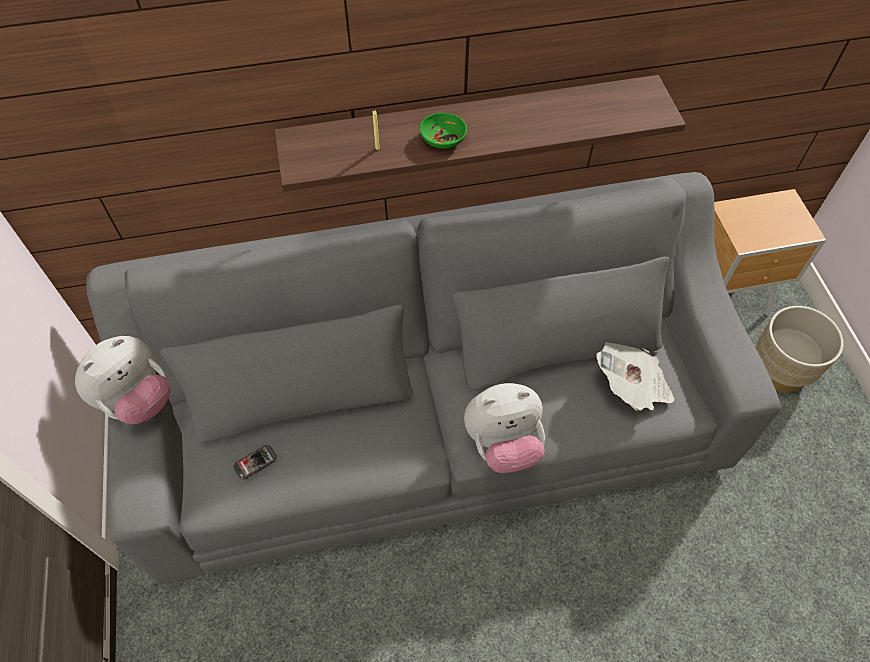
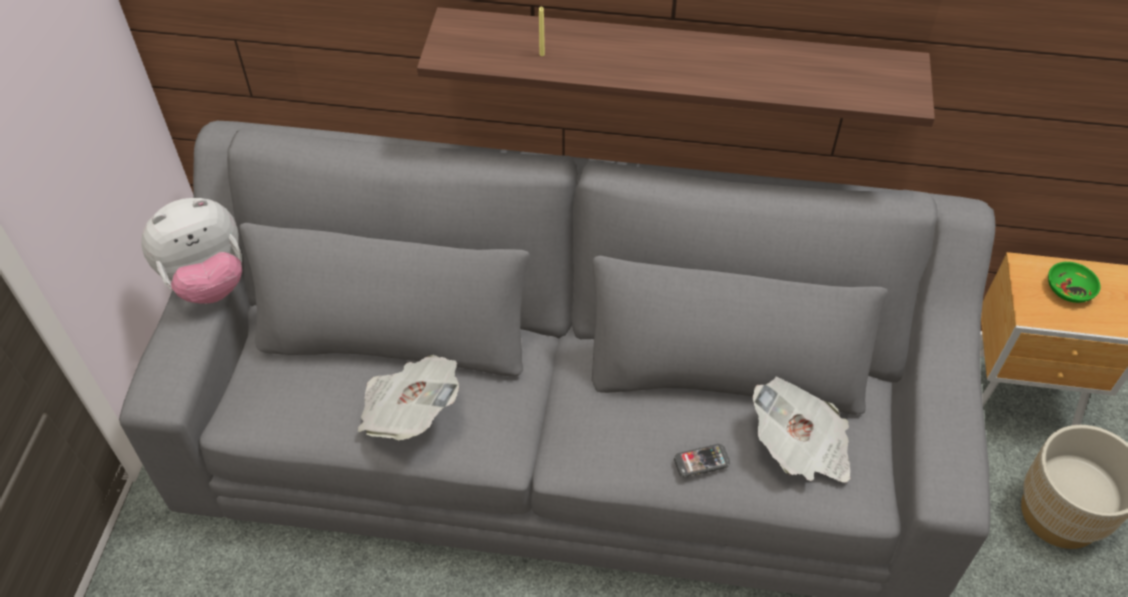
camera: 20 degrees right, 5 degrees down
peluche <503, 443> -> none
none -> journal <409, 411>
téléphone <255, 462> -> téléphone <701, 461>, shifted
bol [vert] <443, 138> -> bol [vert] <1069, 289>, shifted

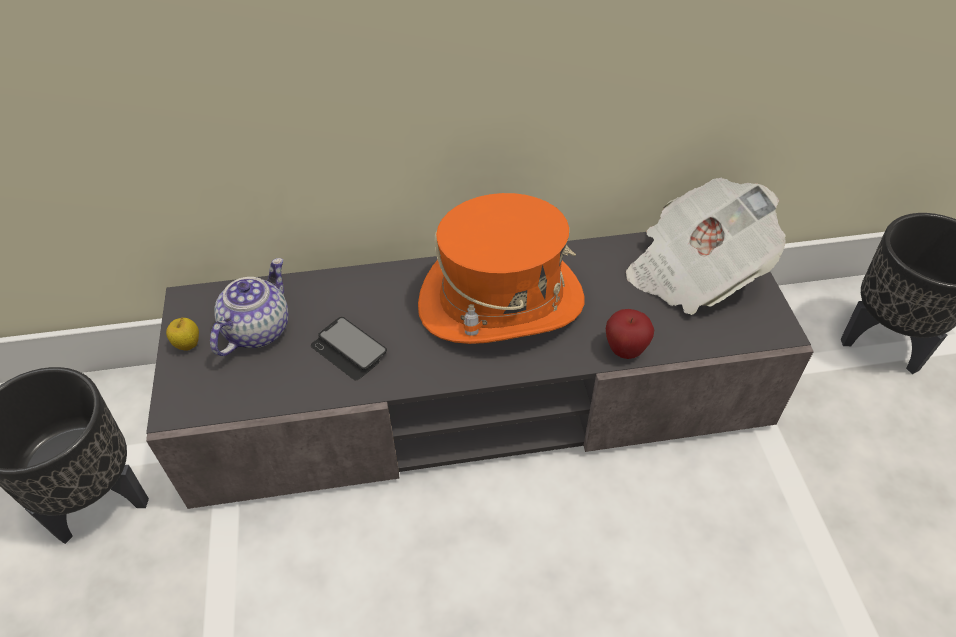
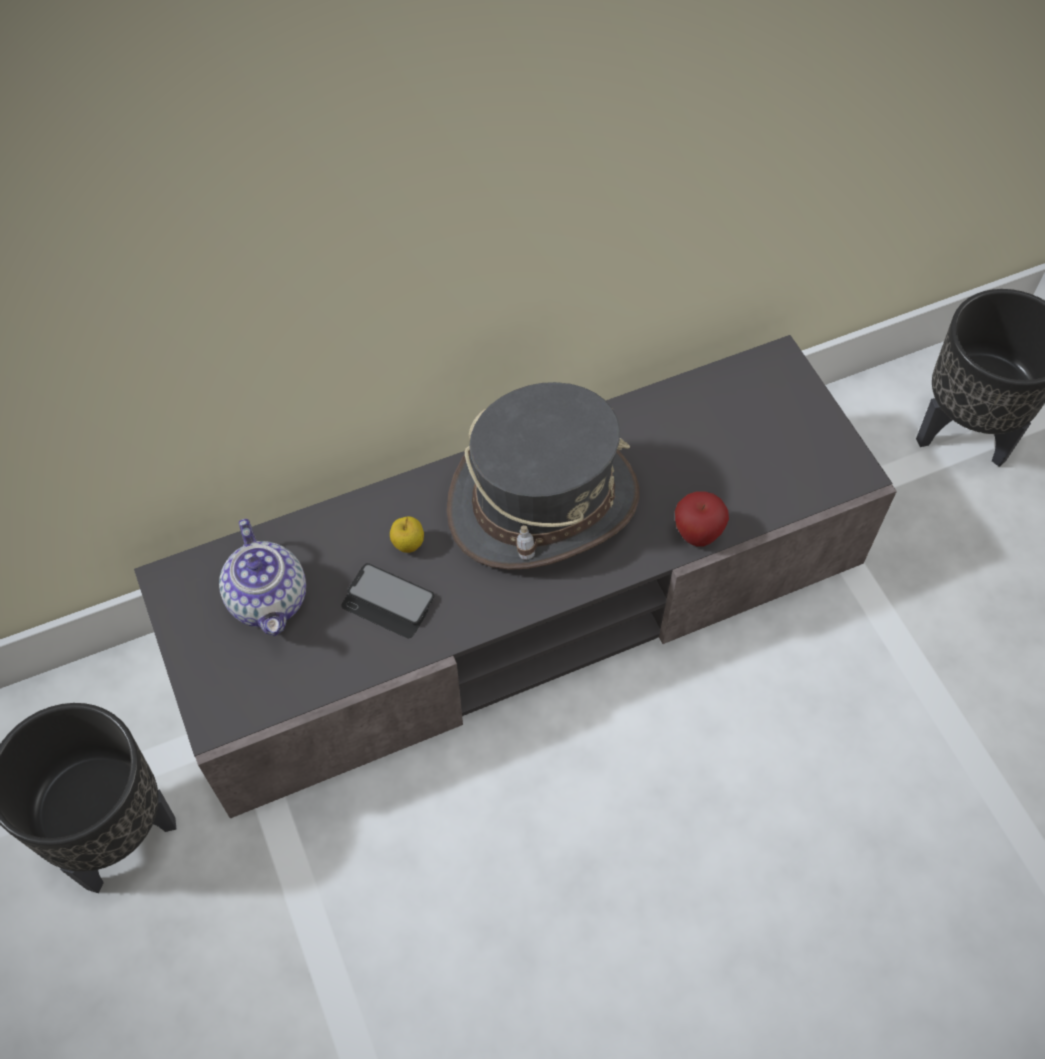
camera: 15 degrees left, 10 degrees up
journal <694, 271> -> none
pomme <188, 345> -> pomme <408, 545>, shifted
chapeau [orange] <501, 302> -> chapeau [gris] <543, 503>
théière <257, 329> -> théière <270, 600>, 150 degrees clockwise

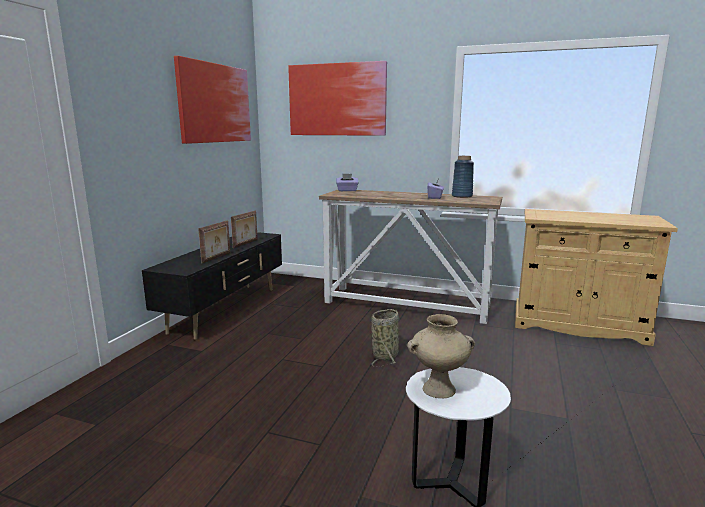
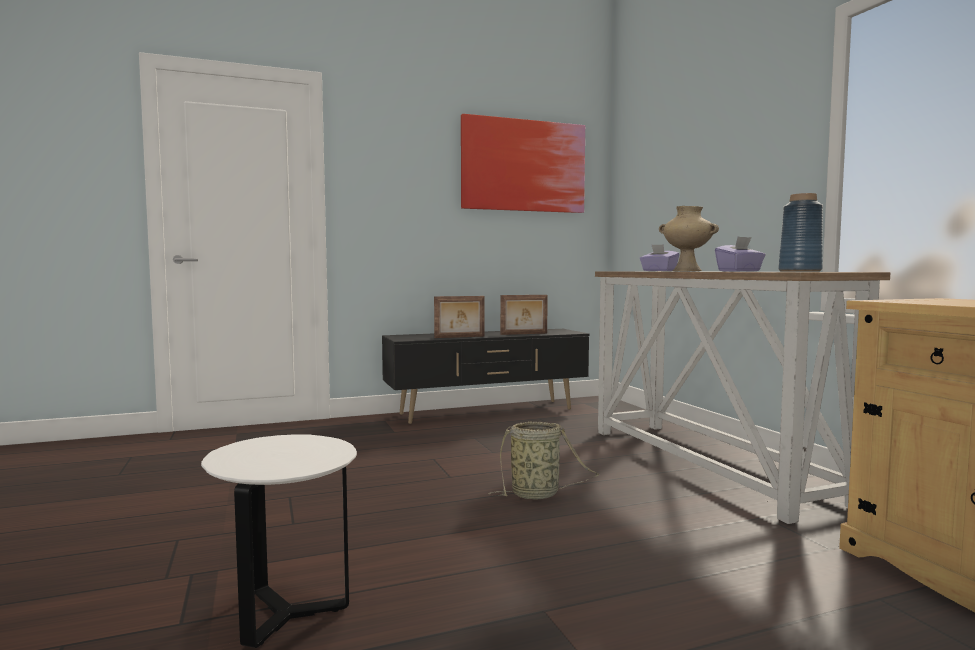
camera: 50 degrees right, 10 degrees down
tableau <337, 100> -> none
vase [beige] <439, 389> -> vase [beige] <687, 271>, shifted

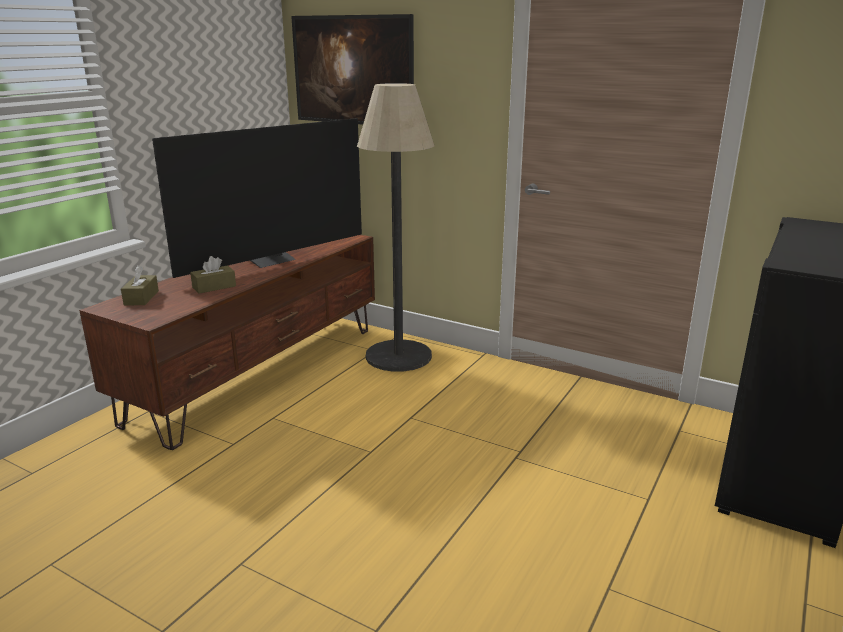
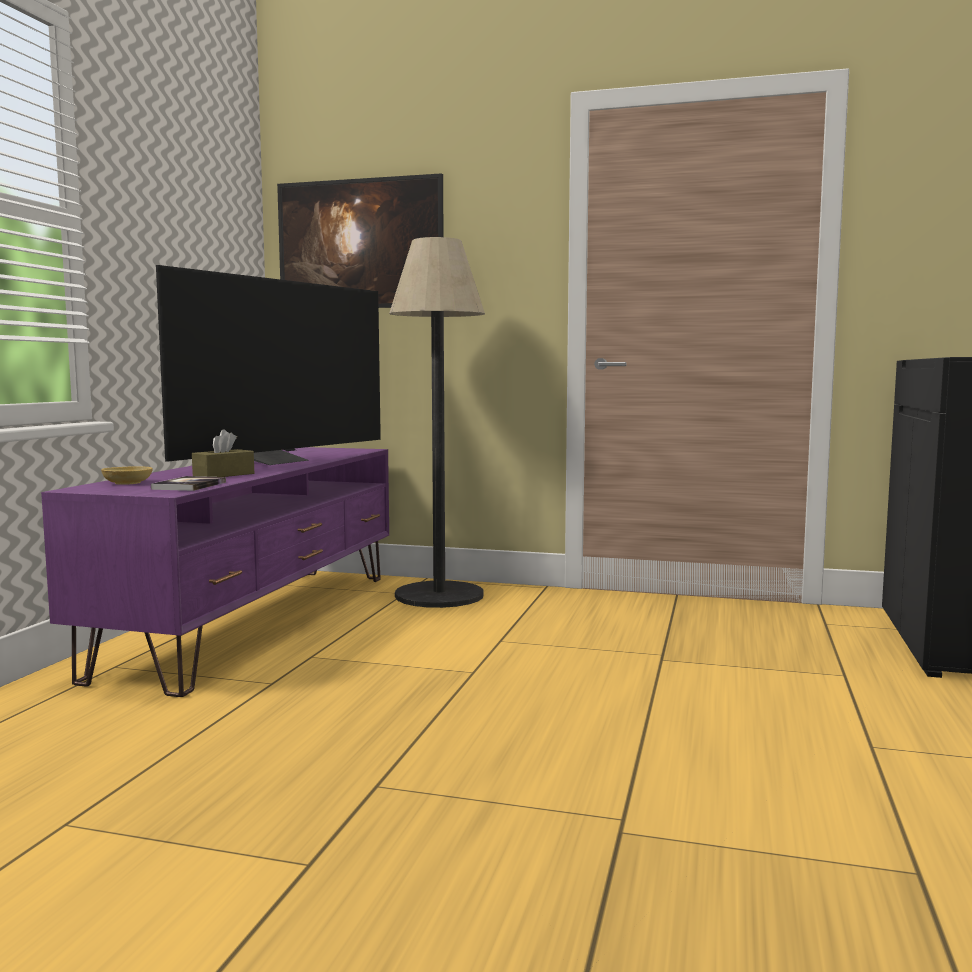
camera: 15 degrees left, 15 degrees down
none -> livre <189, 485>
boîte à mouchoirs [marron] <141, 298> -> bol [beige] <127, 483>
meuble télé [marron] <260, 372> -> meuble télé [violet] <258, 621>

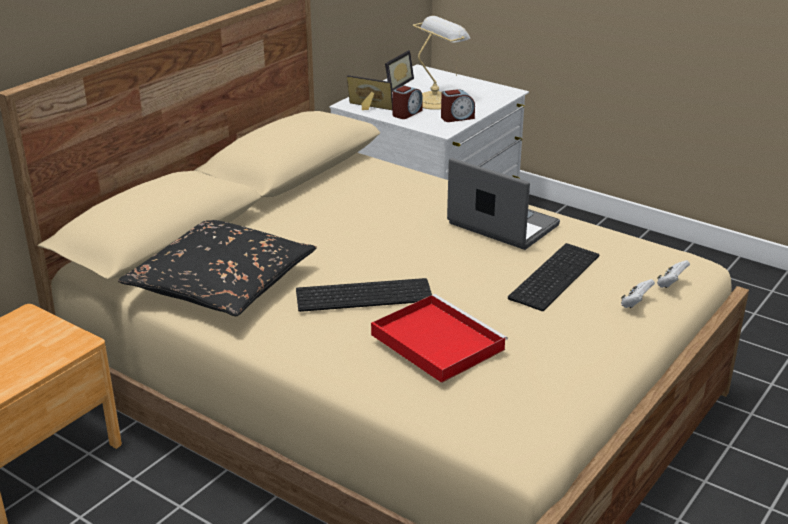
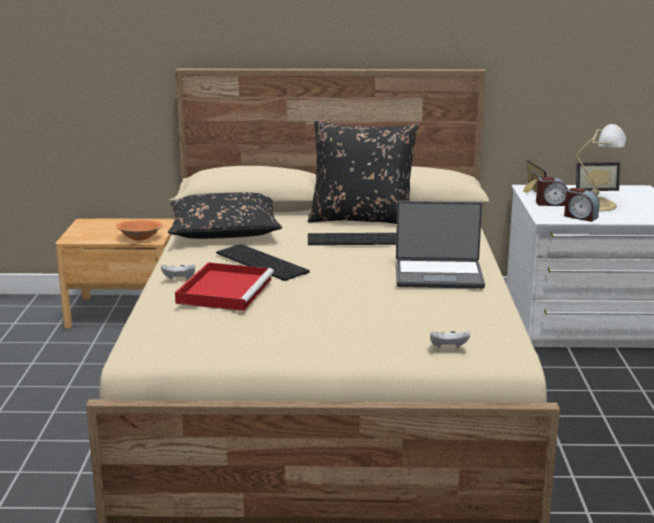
camera: 55 degrees right, 10 degrees down
none -> bol [orange] <140, 238>
none -> coussin [noir] <362, 219>
clavier <553, 275> -> clavier <359, 239>, shifted
manette [blanc] <635, 303> -> manette [blanc] <179, 279>, shifted
ordinateur portable <501, 225> -> ordinateur portable <438, 275>, 90 degrees clockwise

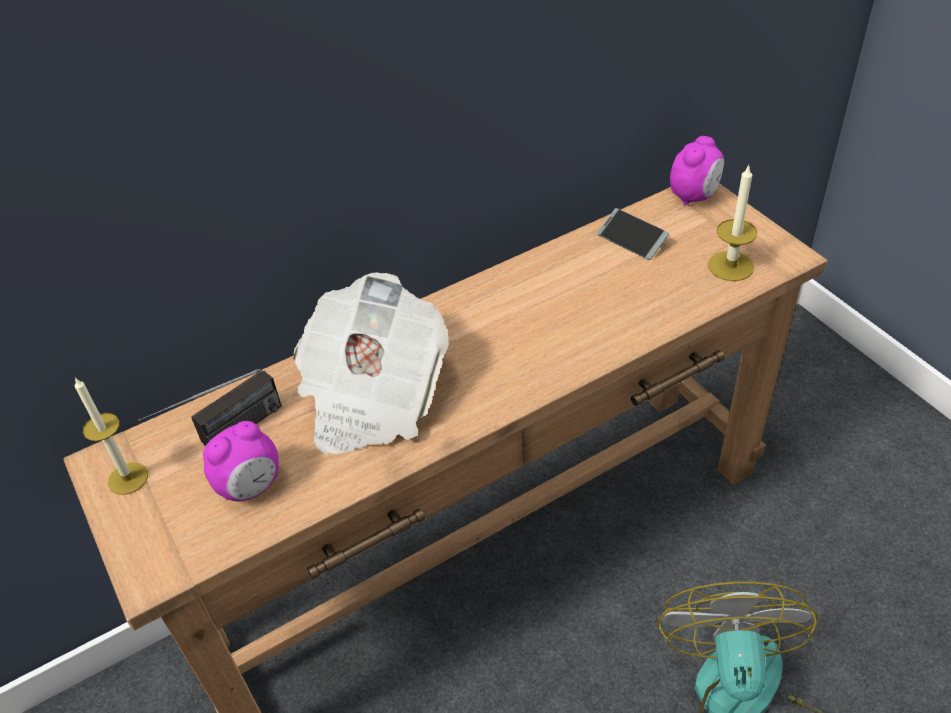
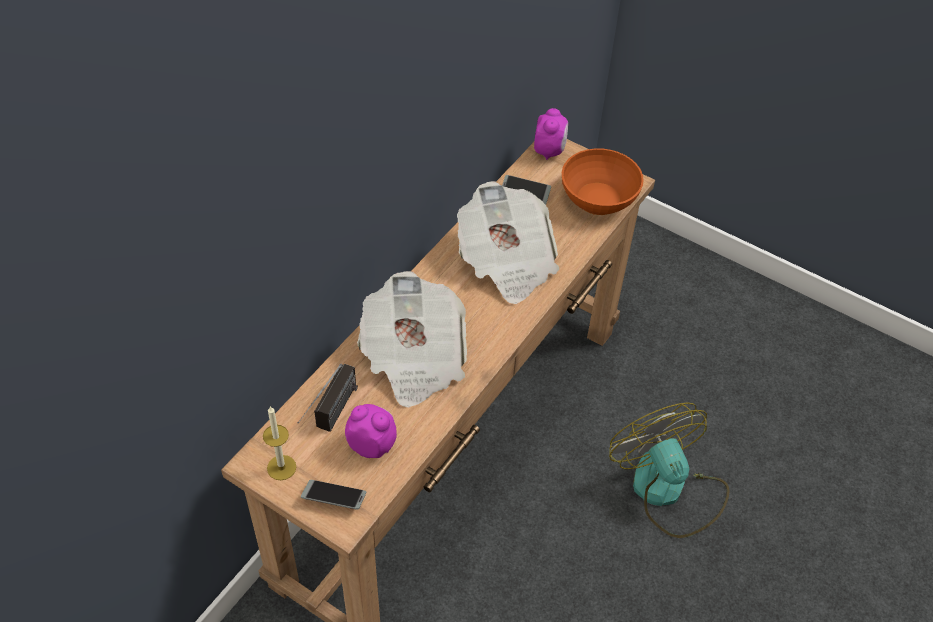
camera: 30 degrees left, 5 degrees up
none -> téléphone <334, 498>
none -> journal <506, 262>
bougie <730, 266> -> bol [orange] <598, 199>
réveil <250, 486> -> réveil <372, 445>, 90 degrees counterclockwise

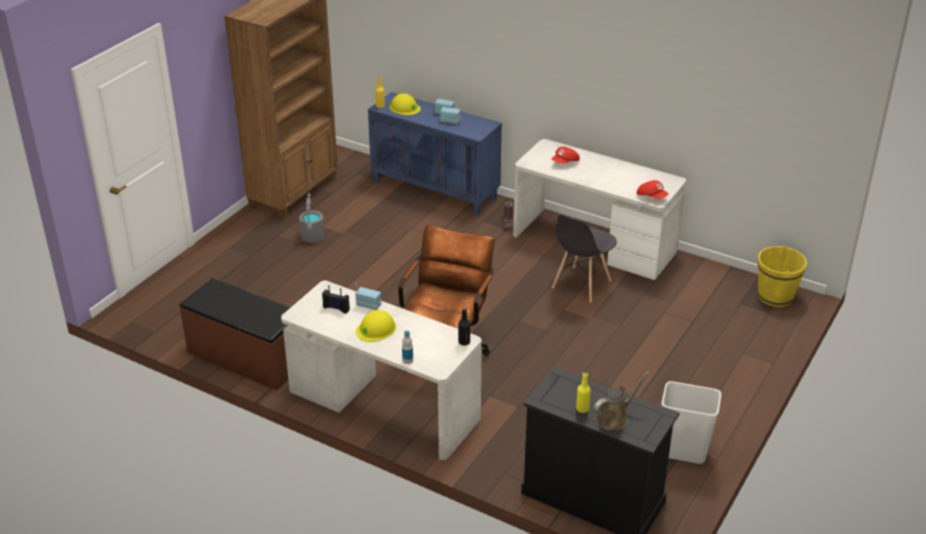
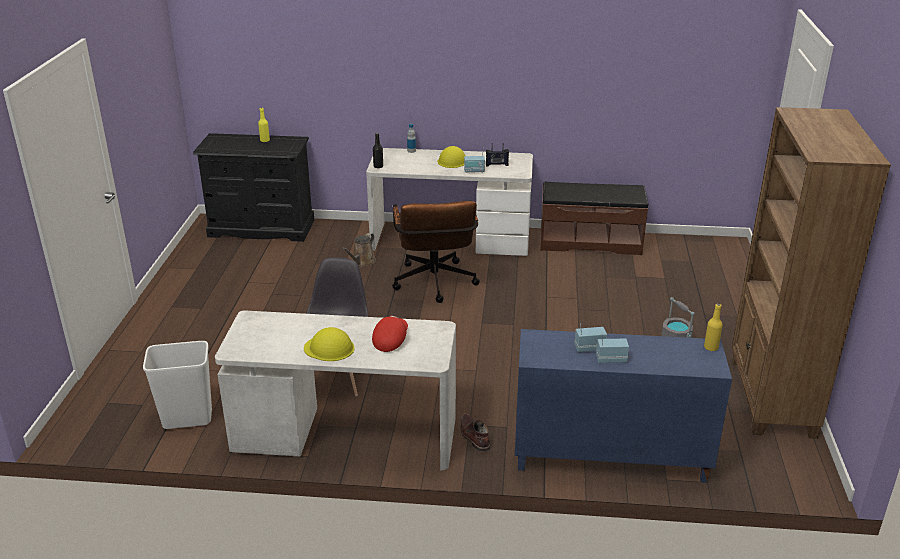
camera: 155 degrees right, 5 degrees down
casquette [rouge] <651, 196> -> none
seau [jaune] <775, 296> -> none
casque de chantier [jaune] <405, 108> -> casque de chantier [jaune] <329, 348>, shifted
arrosoir [marron] <614, 418> -> arrosoir [marron] <362, 262>, shifted
poubelle [blanc] <683, 452> -> poubelle [blanc] <188, 418>, shifted

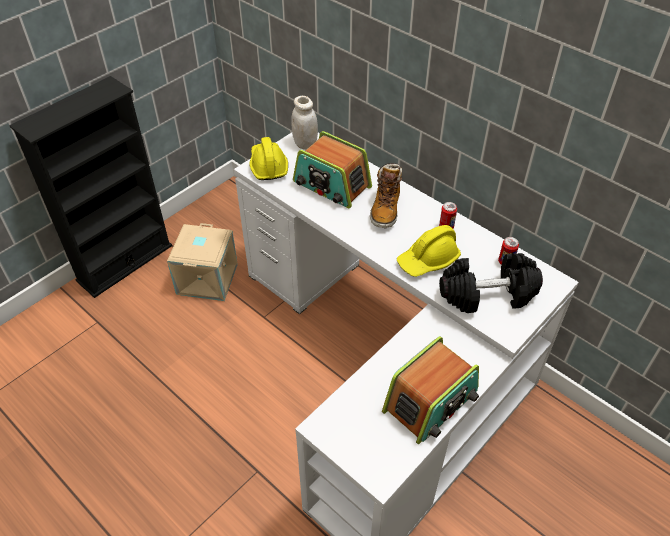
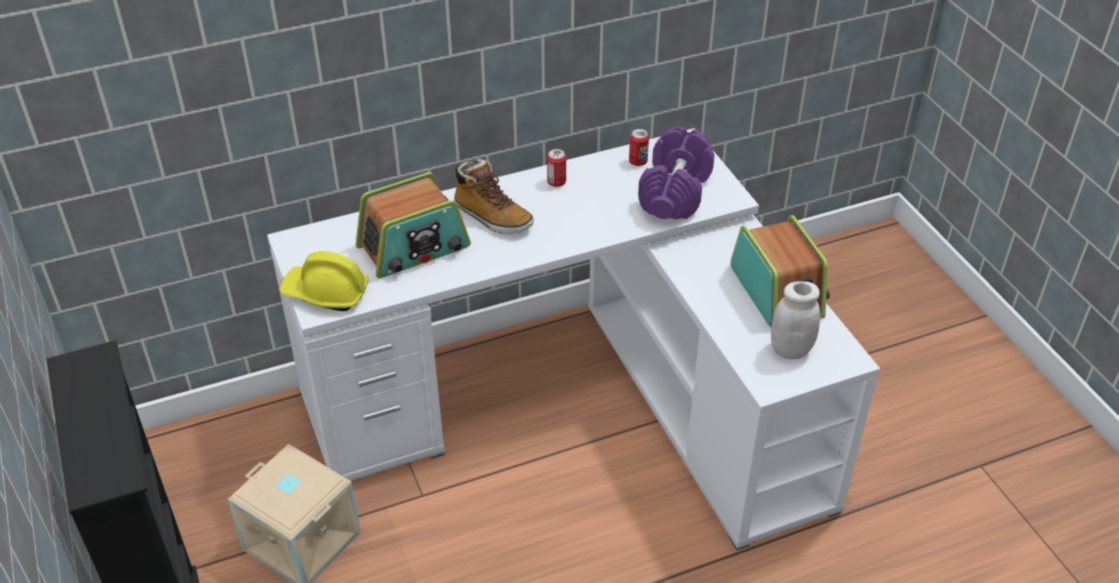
camera: 65 degrees left, 5 degrees down
casque de chantier [jaune] <428, 260> -> none
bocal [blanc] <305, 144> -> bocal [blanc] <790, 350>, shifted
haltère [noir] <487, 295> -> haltère [violet] <675, 192>

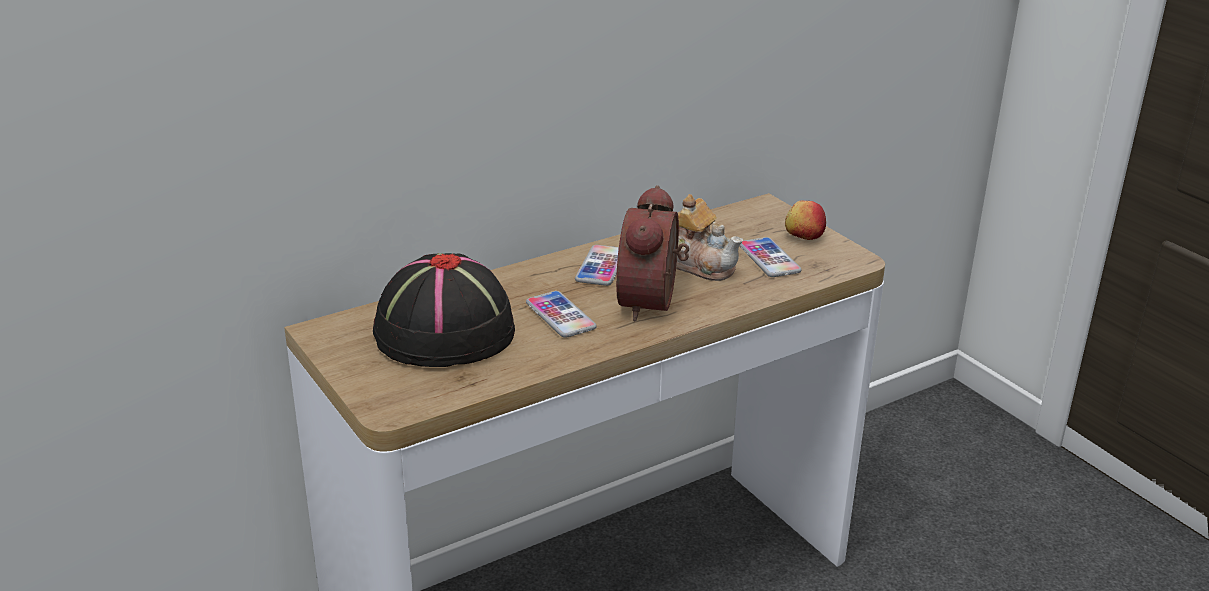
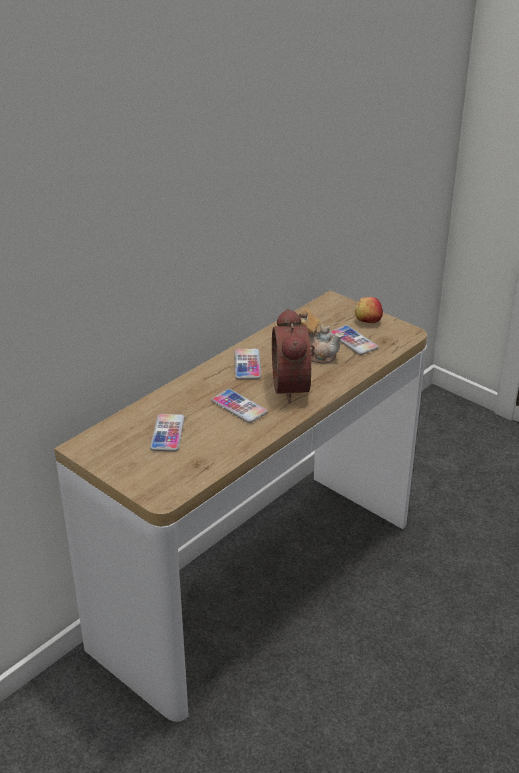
camera: 15 degrees left, 5 degrees up
chapeau [noir] <443, 333> -> téléphone <167, 433>

